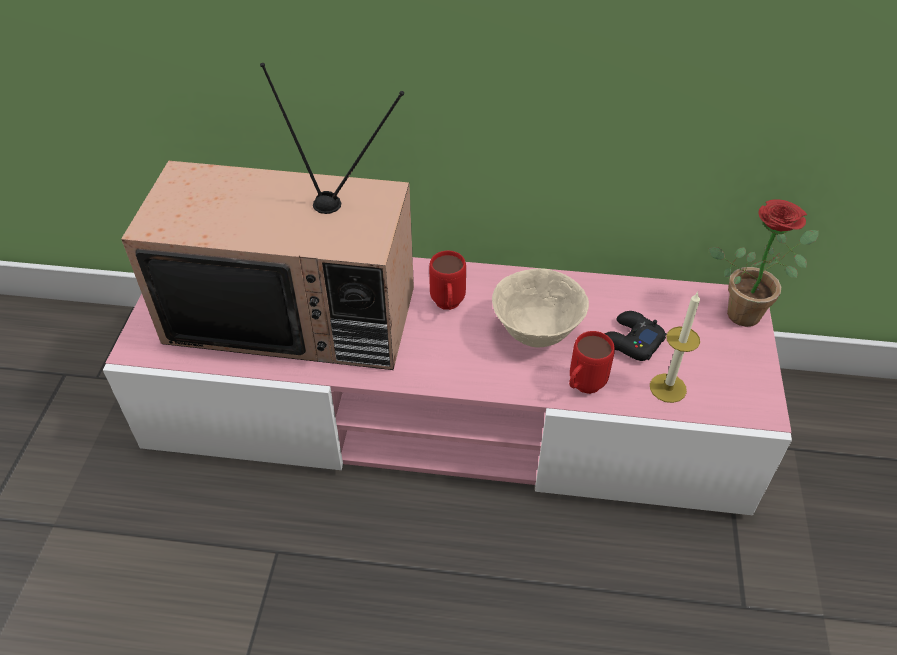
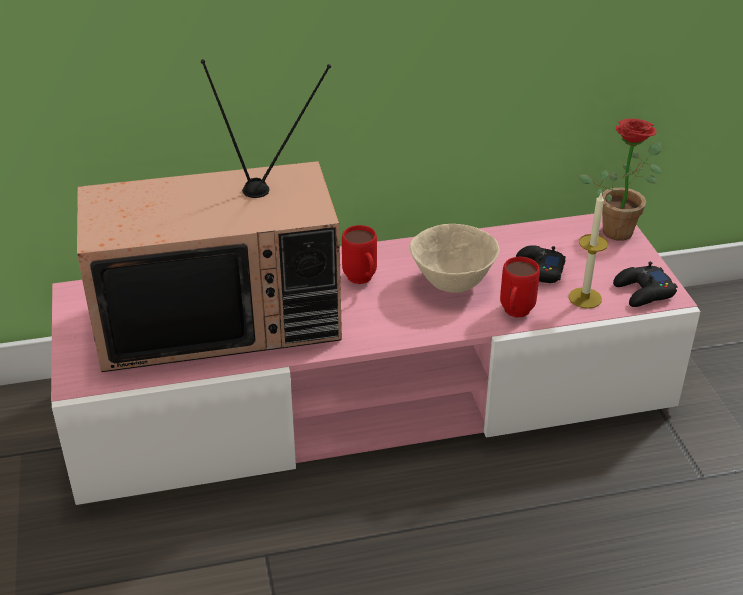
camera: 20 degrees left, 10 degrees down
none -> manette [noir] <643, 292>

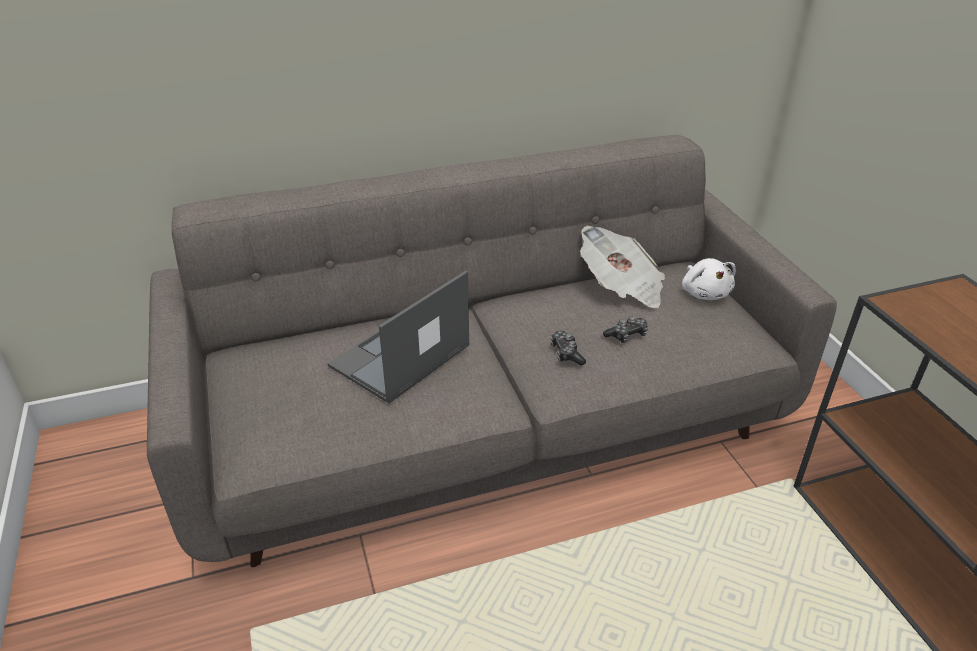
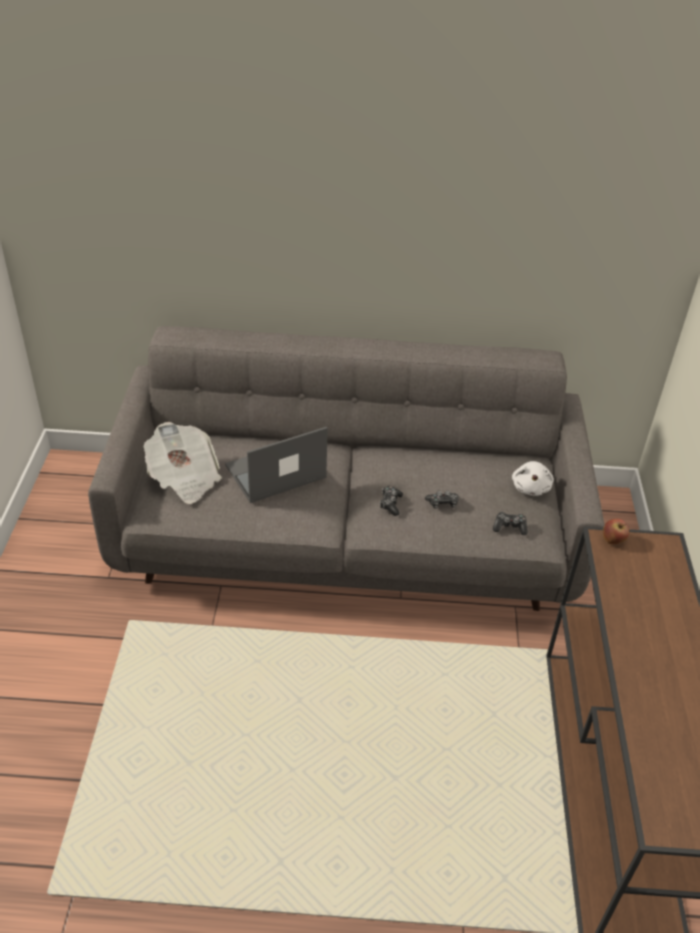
camera: 20 degrees right, 5 degrees up
none -> manette <509, 527>
none -> pomme <613, 541>
journal <622, 287> -> journal <184, 478>, shifted

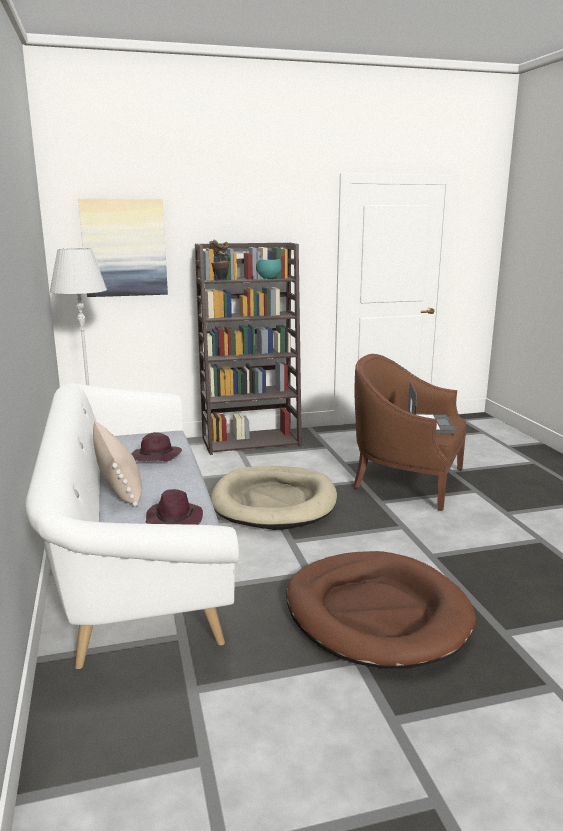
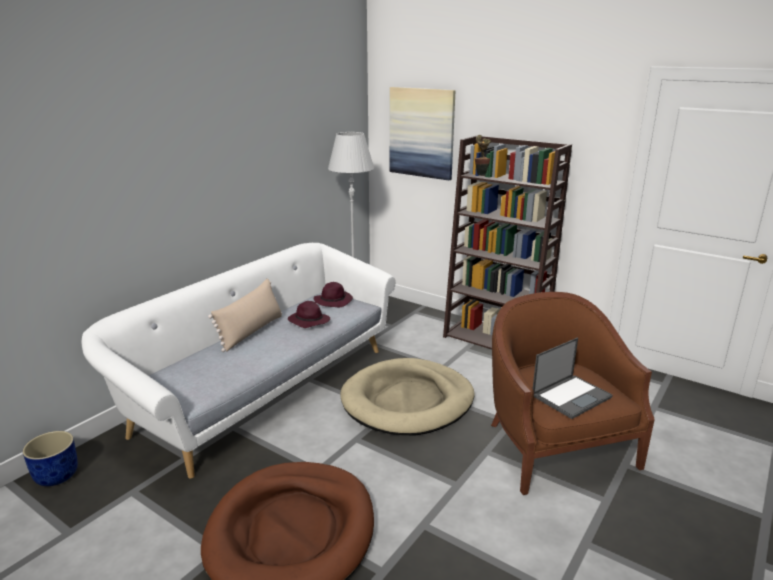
camera: 50 degrees right, 5 degrees up
bol [turquoise] <267, 278> -> none
none -> cache-pot [bleu] <57, 475>
chapeau [violet] <173, 519> -> chapeau [violet] <333, 301>, shifted

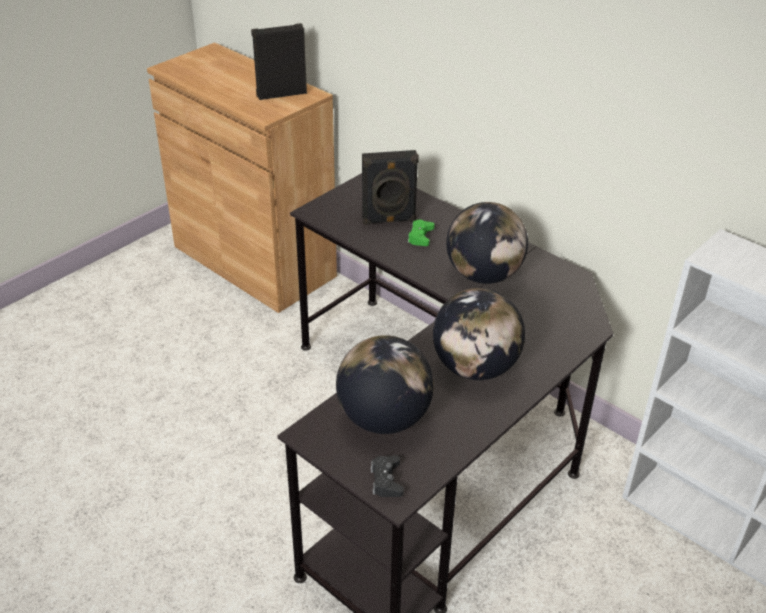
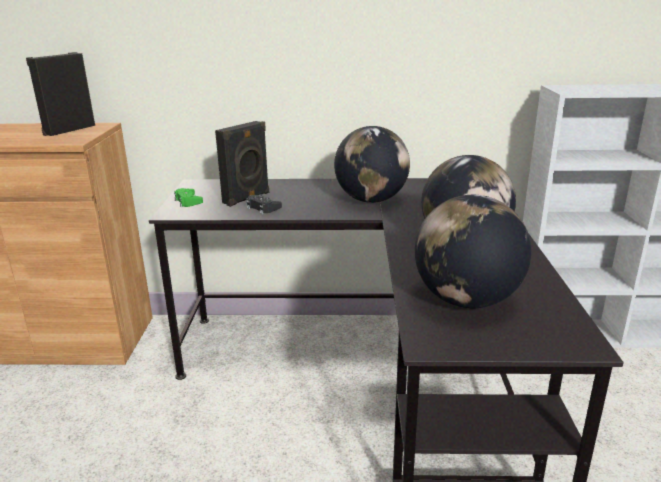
camera: 40 degrees left, 15 degrees down
manette [noir] <386, 480> -> manette [noir] <263, 208>, shifted
manette [vert] <420, 237> -> manette [vert] <188, 201>, shifted

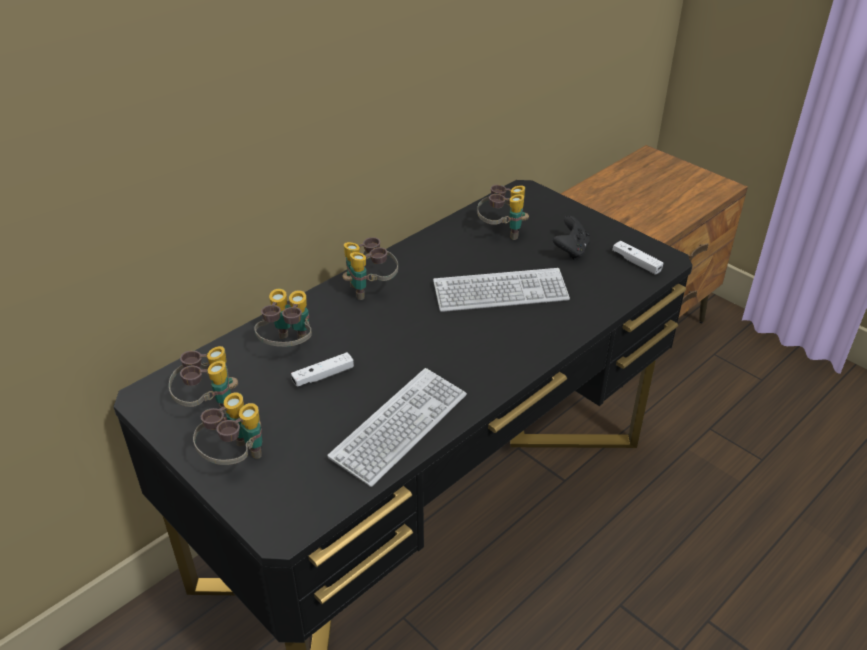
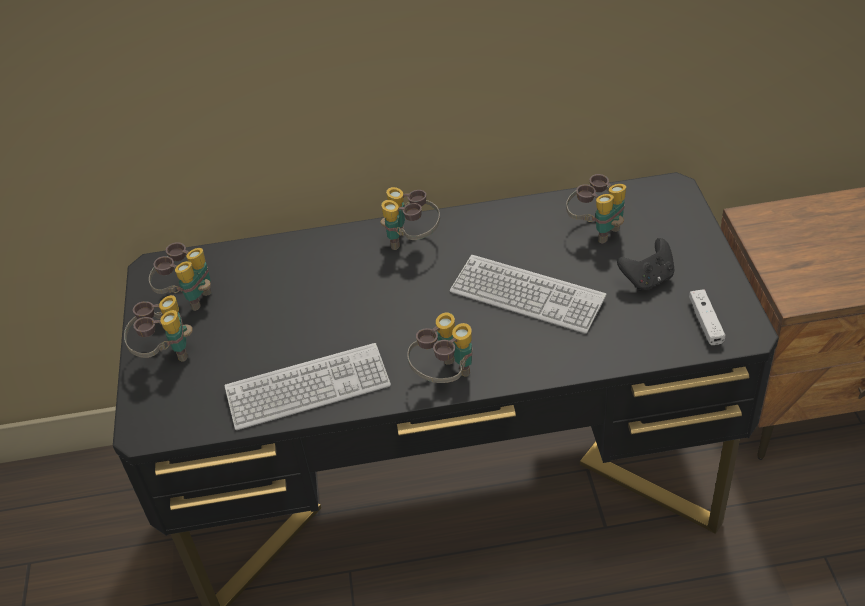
camera: 40 degrees right, 5 degrees up
manette [blanc] <323, 376> -> none
jumelles <289, 348> -> jumelles <445, 377>, shifted

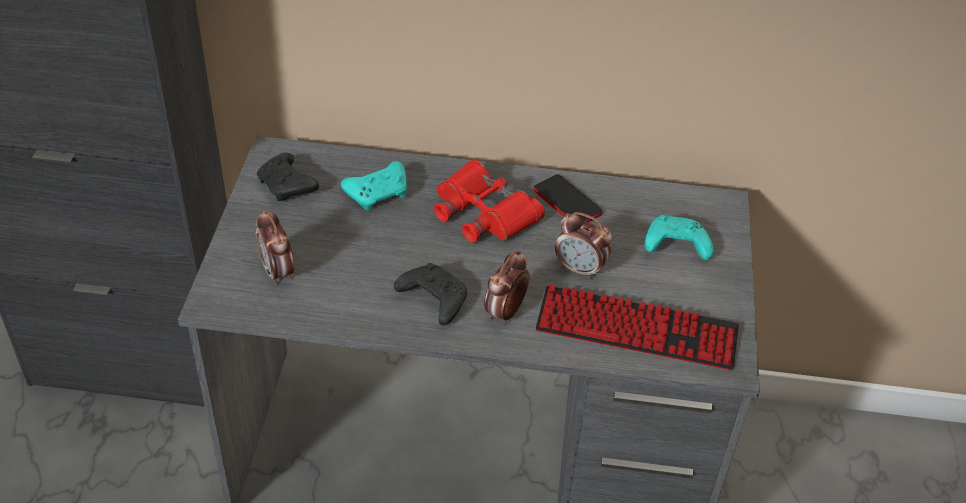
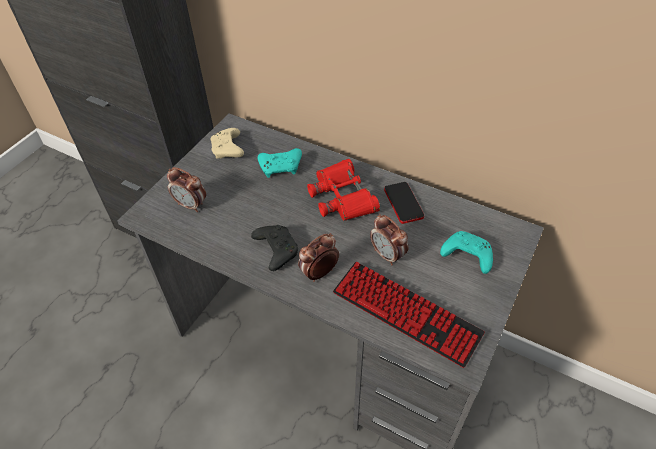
camera: 25 degrees right, 5 degrees up
manette [noir] <287, 186> -> manette [beige] <228, 150>
réveil <278, 272> -> réveil <191, 205>, 60 degrees counterclockwise

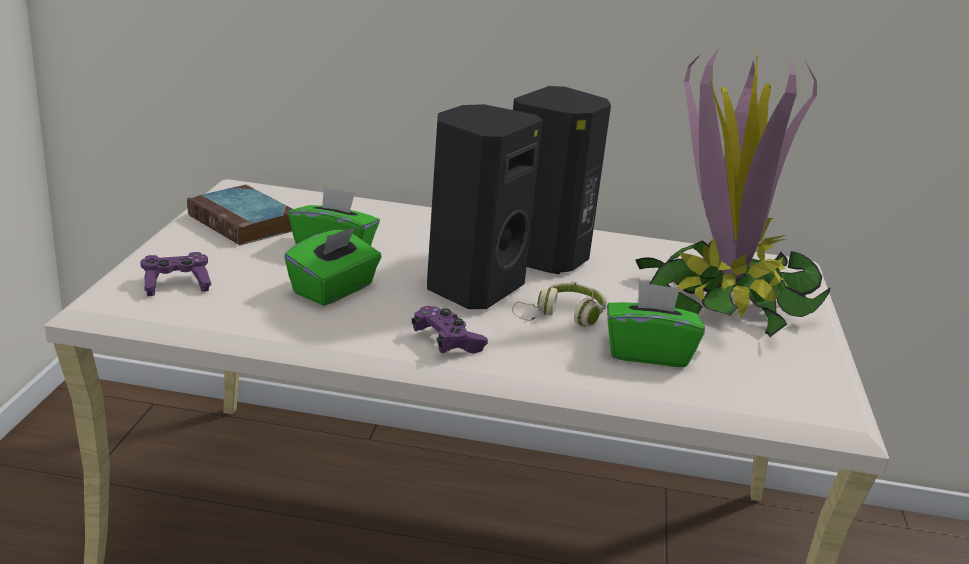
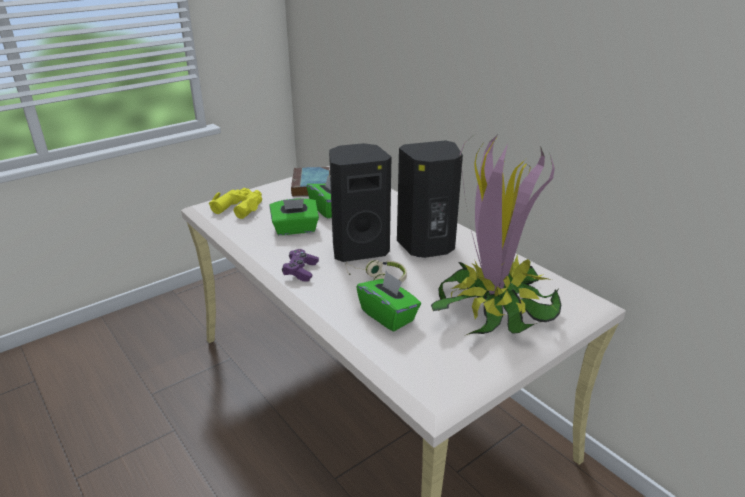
camera: 45 degrees right, 5 degrees up
manette [violet] <176, 285> -> jumelles [jaune] <240, 207>

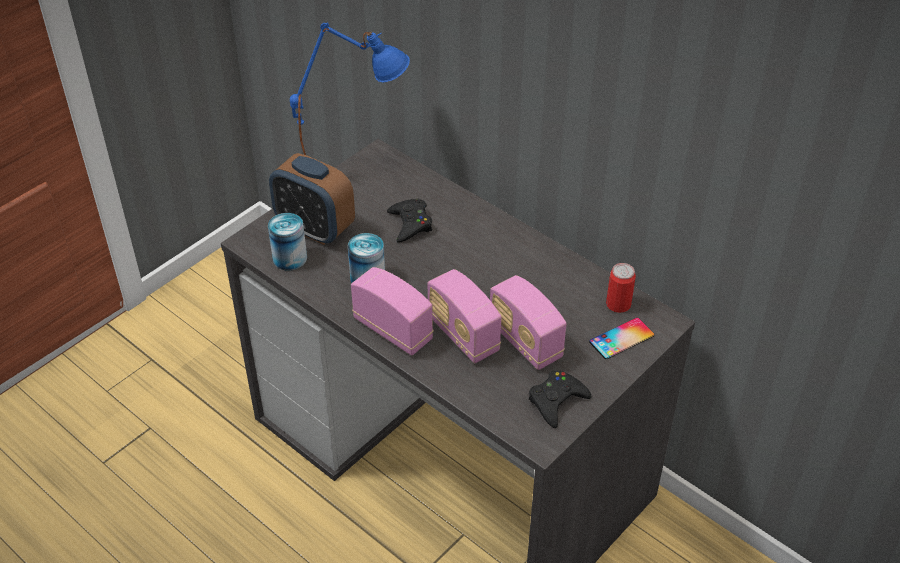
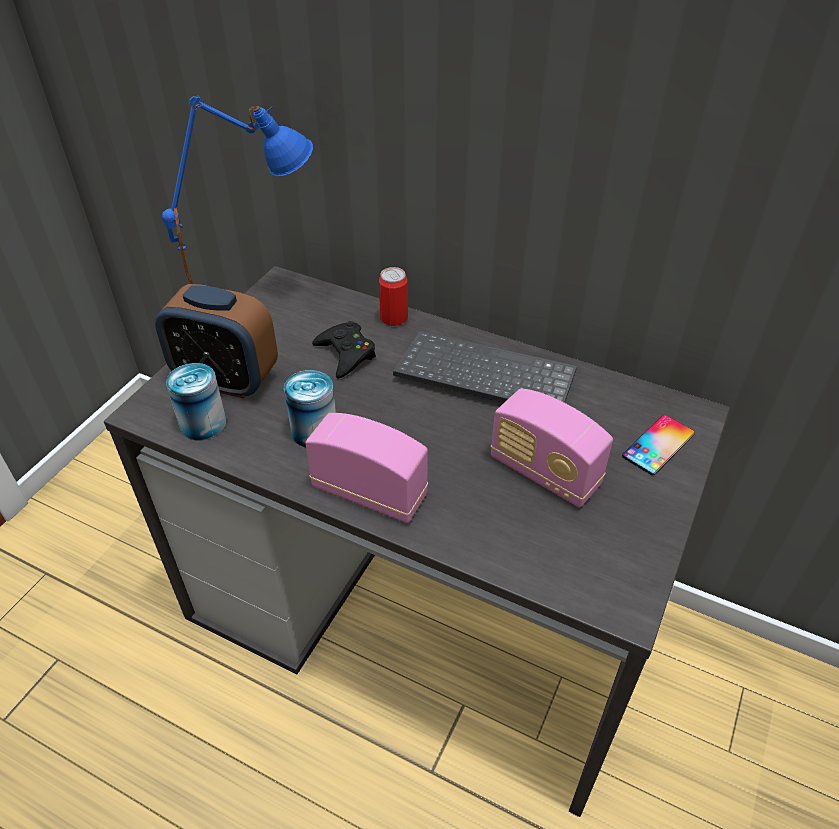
camera: 15 degrees left, 0 degrees up
radio <463, 335> -> none
manette [noir] <556, 401> -> none
none -> clavier <482, 377>
boîte métallique <618, 304> -> boîte métallique <394, 318>, shifted

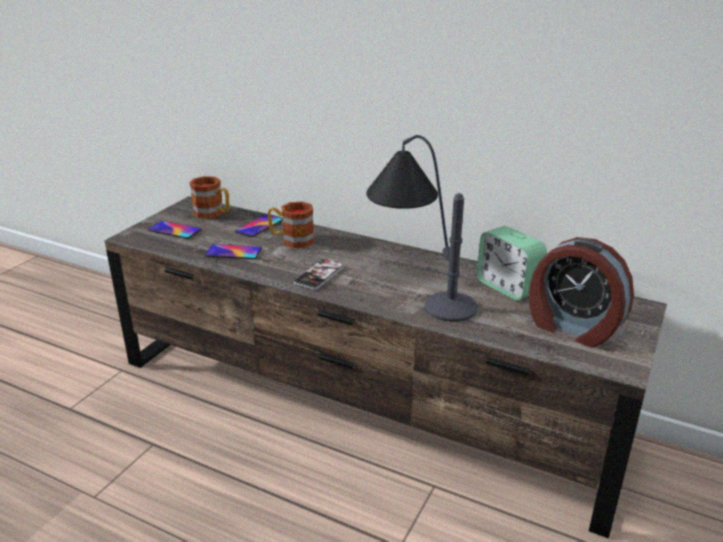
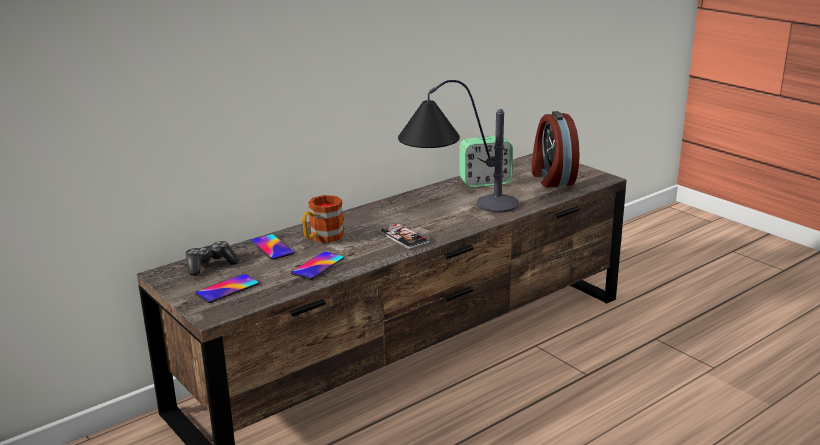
camera: 65 degrees left, 5 degrees down
mug <213, 214> -> manette <210, 265>
réveil <572, 327> -> réveil <551, 178>, 105 degrees clockwise

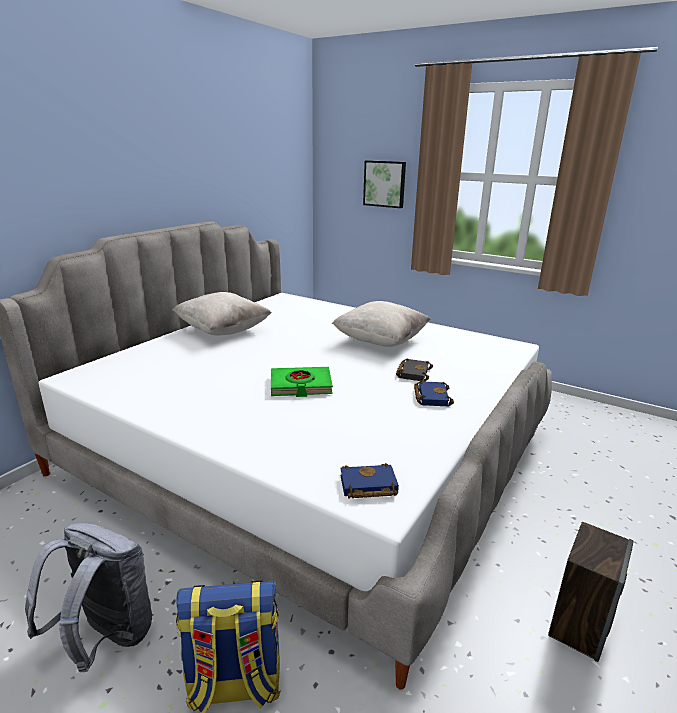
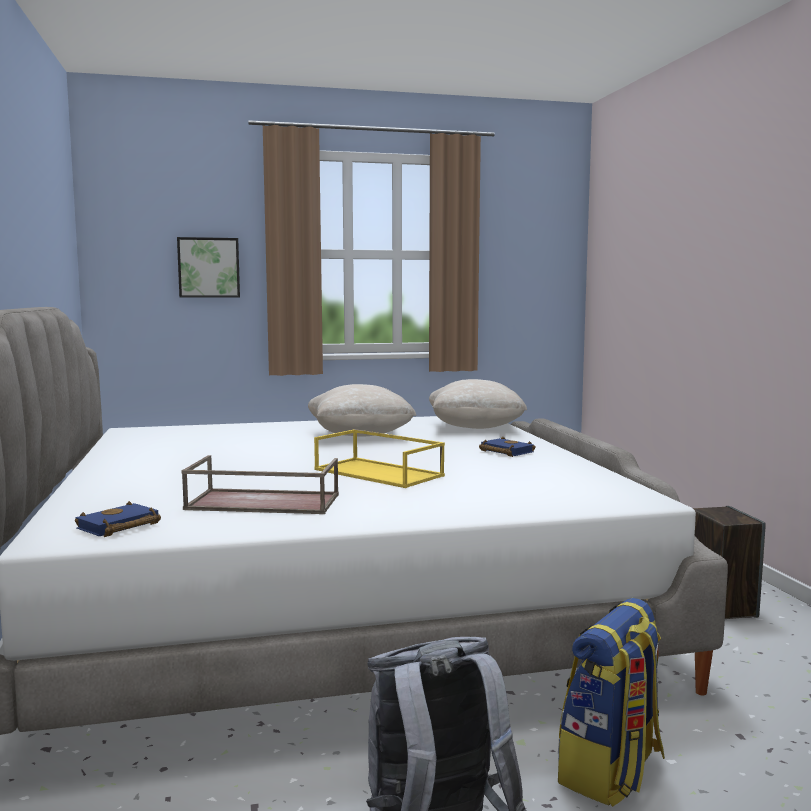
camera: 45 degrees left, 15 degrees down
livre [noir] <413, 372> -> none
none -> plateau [marron] <261, 502>
coussin [beige] <223, 331> -> coussin [beige] <474, 428>, shifted
livre [bleu] <367, 486> -> livre [bleu] <118, 527>, shifted
livre [vert] <300, 386> -> plateau [jaune] <380, 472>

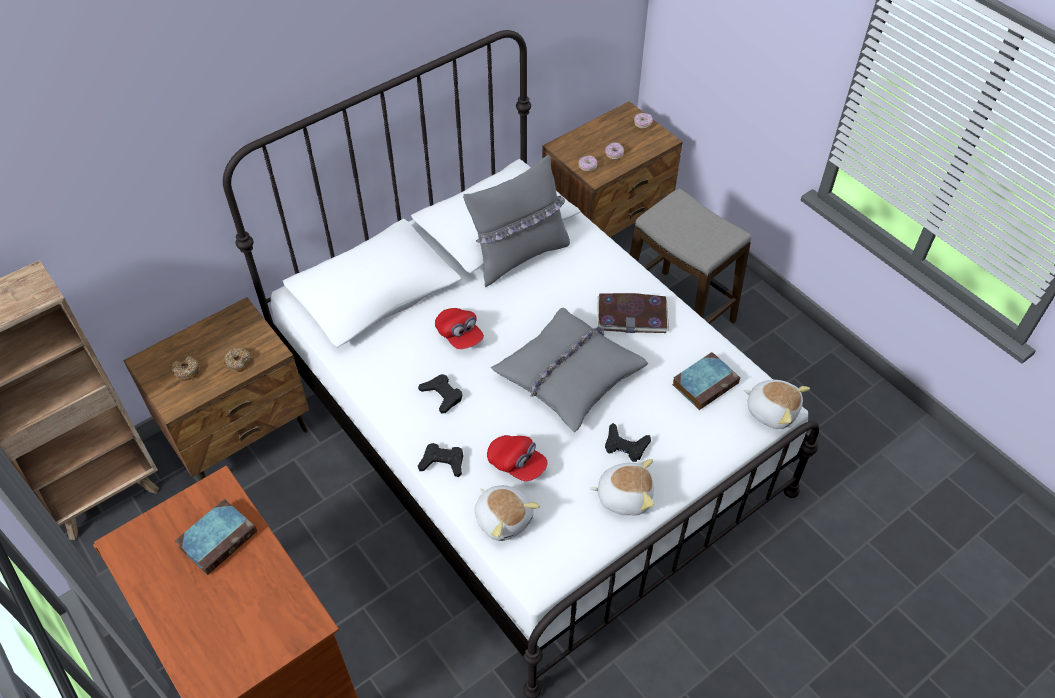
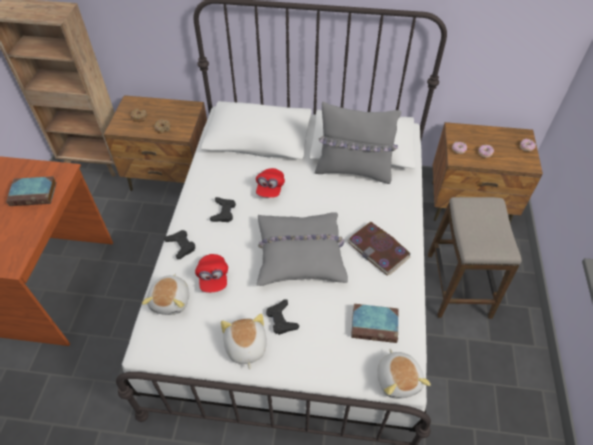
camera: 45 degrees right, 0 degrees up
peluche <624, 495> -> peluche <245, 347>, 150 degrees counterclockwise

